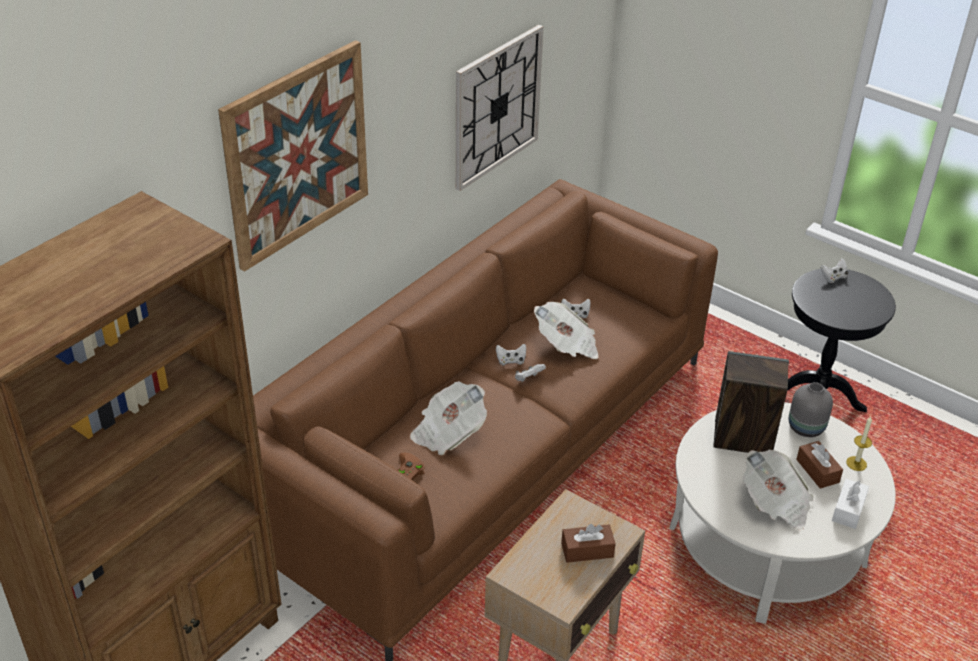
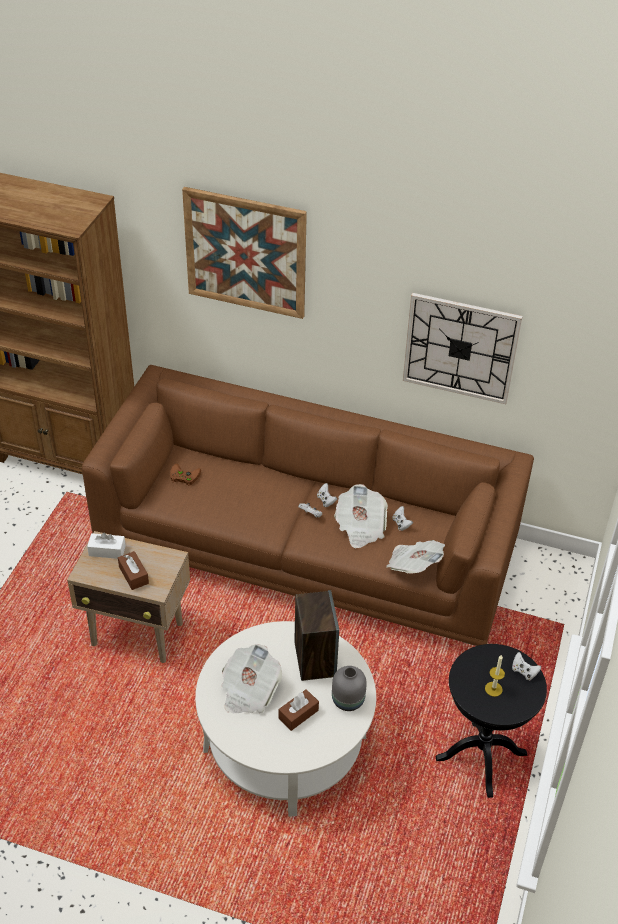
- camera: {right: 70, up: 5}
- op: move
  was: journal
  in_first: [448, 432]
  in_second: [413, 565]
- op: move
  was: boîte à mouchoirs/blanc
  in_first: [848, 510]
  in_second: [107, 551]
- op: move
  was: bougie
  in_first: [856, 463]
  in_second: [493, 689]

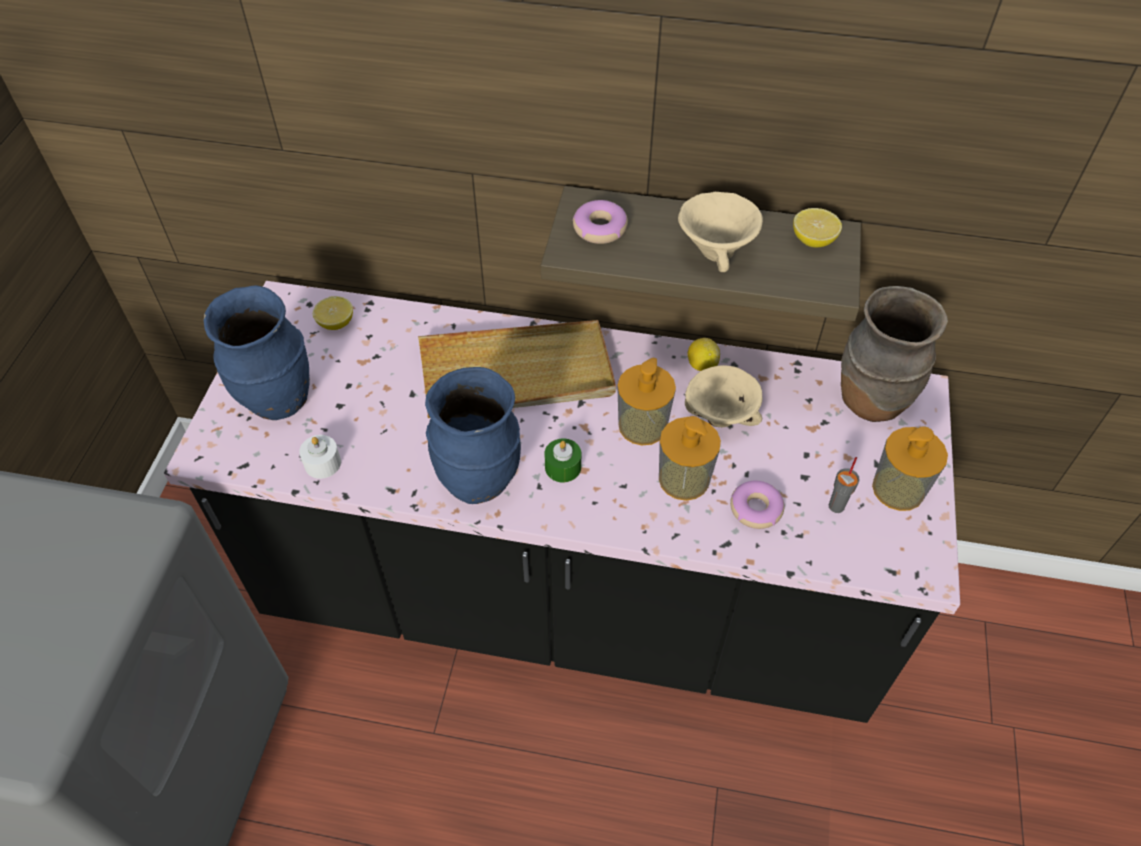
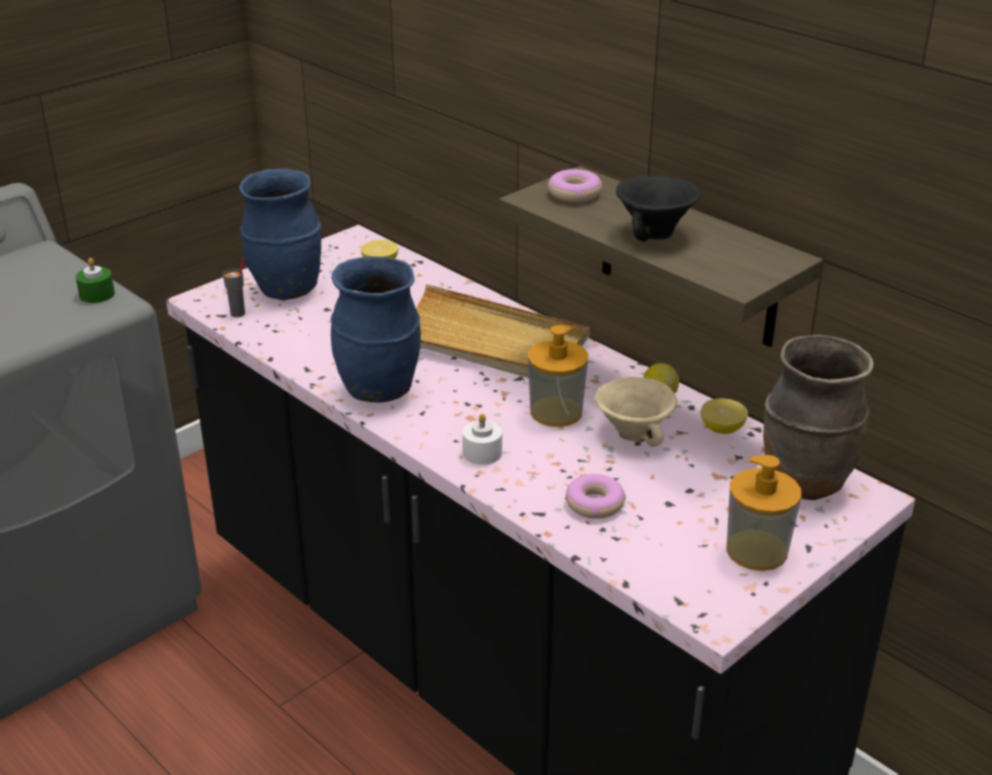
- camera: {right: 35, up: -20}
- op: delete
  was: distributeur de savon
  in_first: [684, 479]
- op: move
  was: bougie/blanc
  in_first: [322, 463]
  in_second: [482, 453]
- op: move
  was: bougie/vert
  in_first: [563, 467]
  in_second: [97, 294]
- op: move
  was: citron
  in_first: [813, 241]
  in_second: [722, 429]
- op: move
  was: tasse/gris
  in_first: [837, 506]
  in_second: [238, 313]
- op: recolor
  was: bol/beige
  now: bol/noir
  in_first: [716, 253]
  in_second: [655, 235]

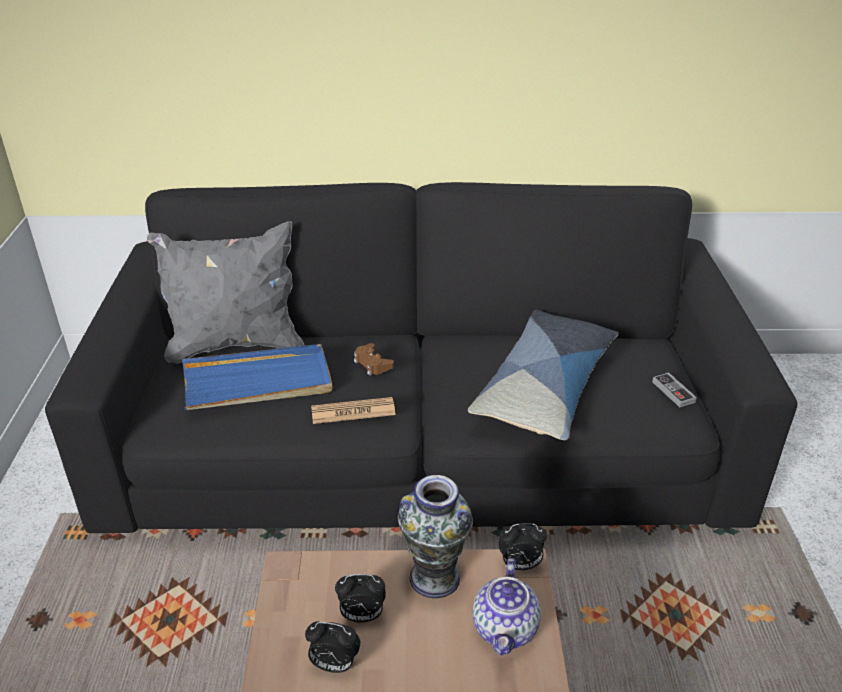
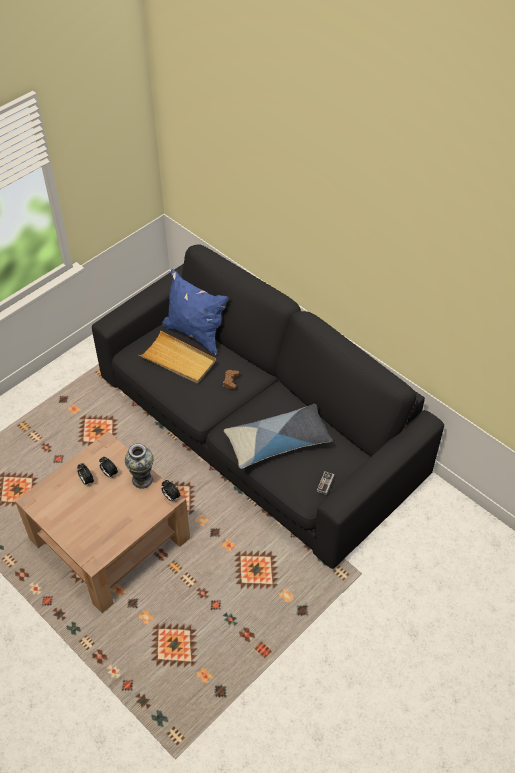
- camera: {right: 45, up: 15}
- op: delete
  was: journal
  in_first: [353, 411]
- op: delete
  was: théière
  in_first: [506, 629]
- op: recolor
  was: coussin/gris
  now: coussin/bleu
  in_first: [236, 345]
  in_second: [195, 334]
- op: recolor
  was: plateau/bleu
  now: plateau/beige
  in_first: [258, 382]
  in_second: [178, 360]

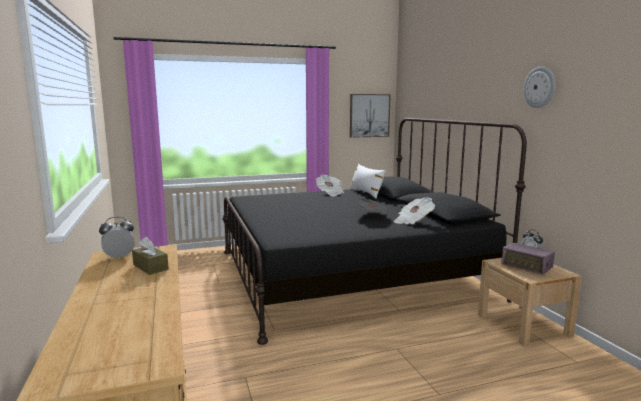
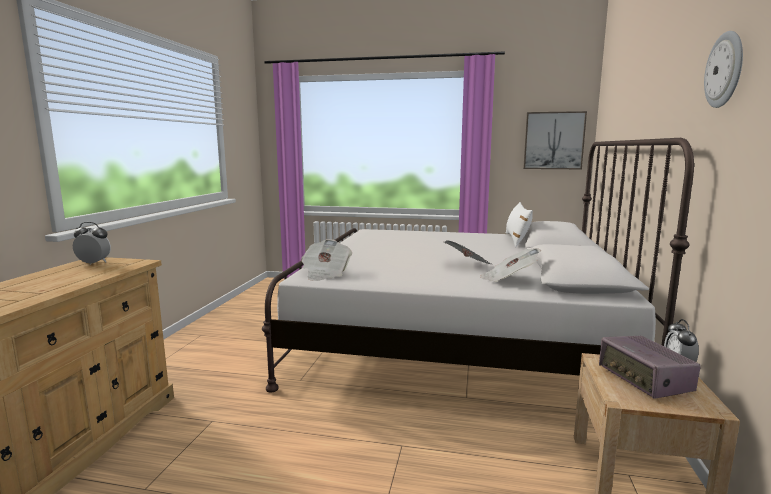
- camera: {right: 30, up: 0}
- op: delete
  was: boîte à mouchoirs/marron
  in_first: [150, 267]
- op: move
  was: journal
  in_first: [330, 193]
  in_second: [325, 274]
- op: recolor
  was: lit/noir
  now: lit/blanc
  in_first: [348, 274]
  in_second: [457, 338]

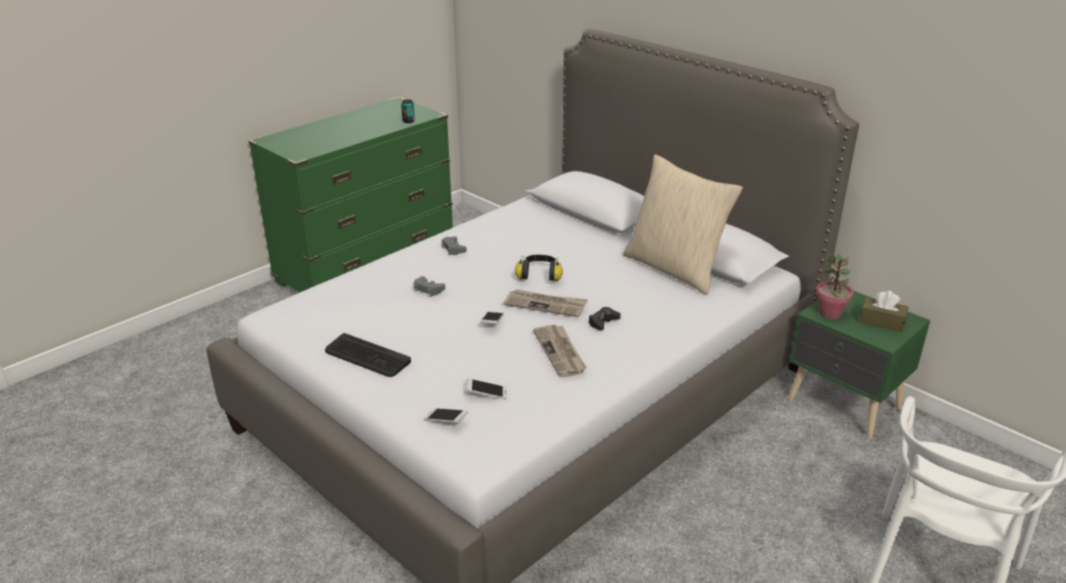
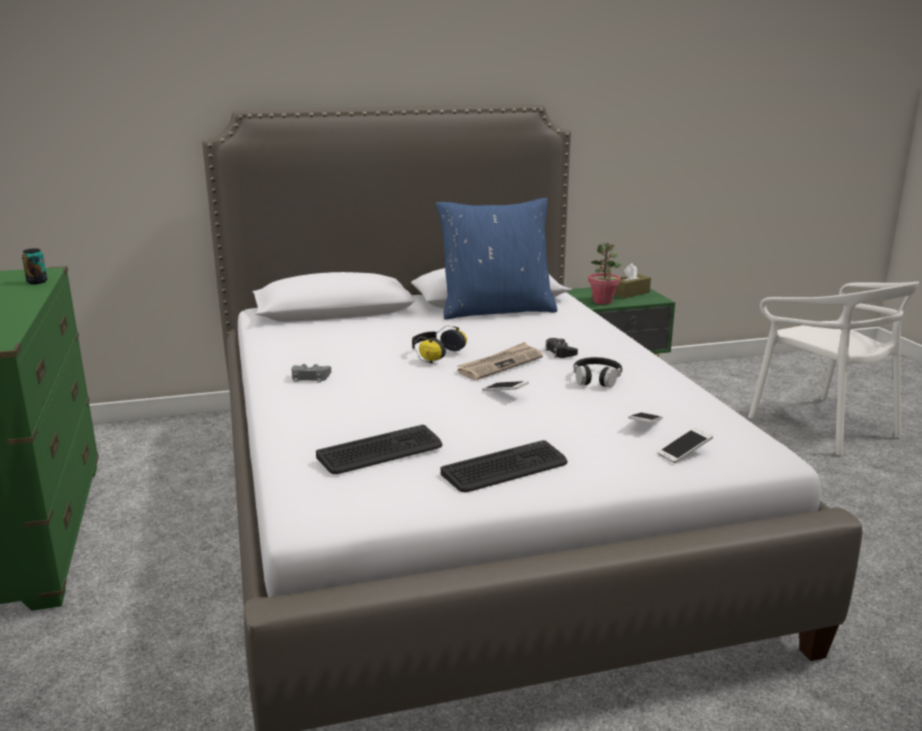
- camera: {right: -60, up: -10}
- op: delete
  was: manette/gris
  in_first: [428, 289]
- op: insert
  now: clavier
  in_second: [380, 451]
- op: replace
  was: journal
  now: casque audio/noir
  in_first: [560, 352]
  in_second: [596, 379]
- op: recolor
  was: coussin/beige
  now: coussin/bleu
  in_first: [675, 268]
  in_second: [496, 310]

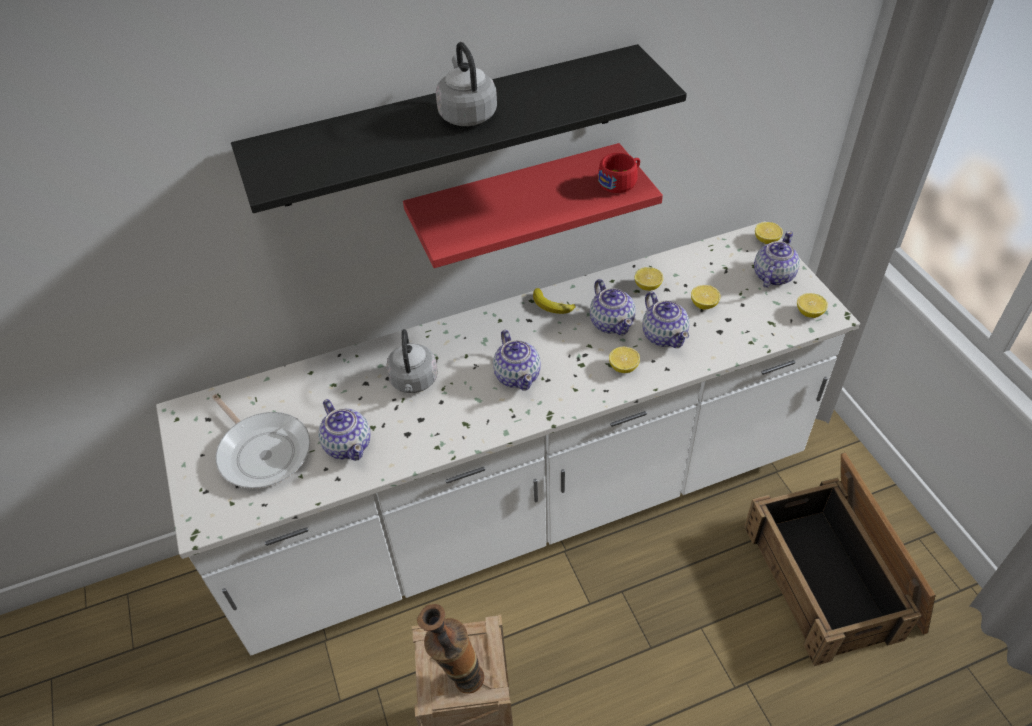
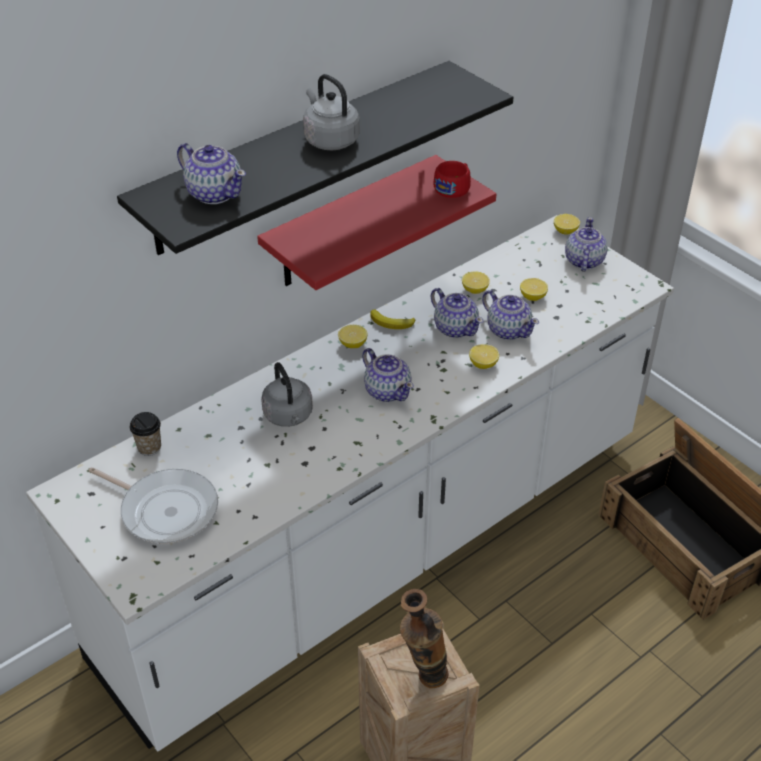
- camera: {right: -20, up: -5}
- op: insert
  now: tasse
  in_second: [149, 447]
- op: move
  was: théière
  in_first: [348, 444]
  in_second: [214, 193]
- op: move
  was: citron
  in_first: [809, 313]
  in_second: [352, 344]

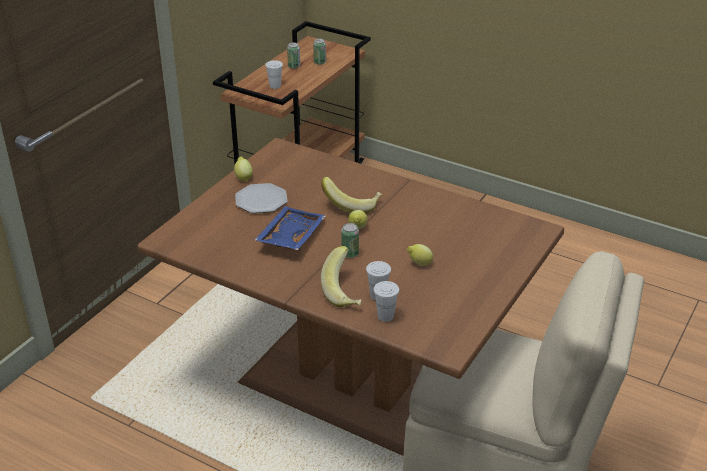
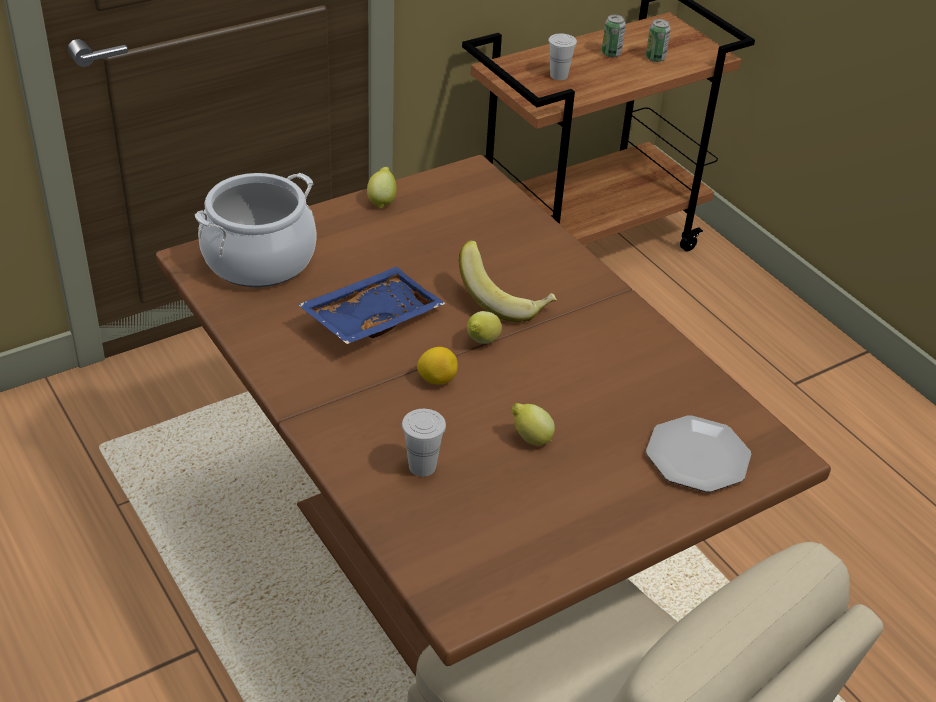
- camera: {right: 25, up: 5}
- op: delete
  was: banane
  in_first: [346, 292]
- op: delete
  was: tasse/blanc
  in_first: [385, 316]
- op: insert
  now: marmite
  in_second: [260, 259]
- op: move
  was: assiette
  in_first: [261, 200]
  in_second: [698, 456]
- op: replace
  was: boîte métallique
  now: citron
  in_first: [350, 253]
  in_second: [437, 379]

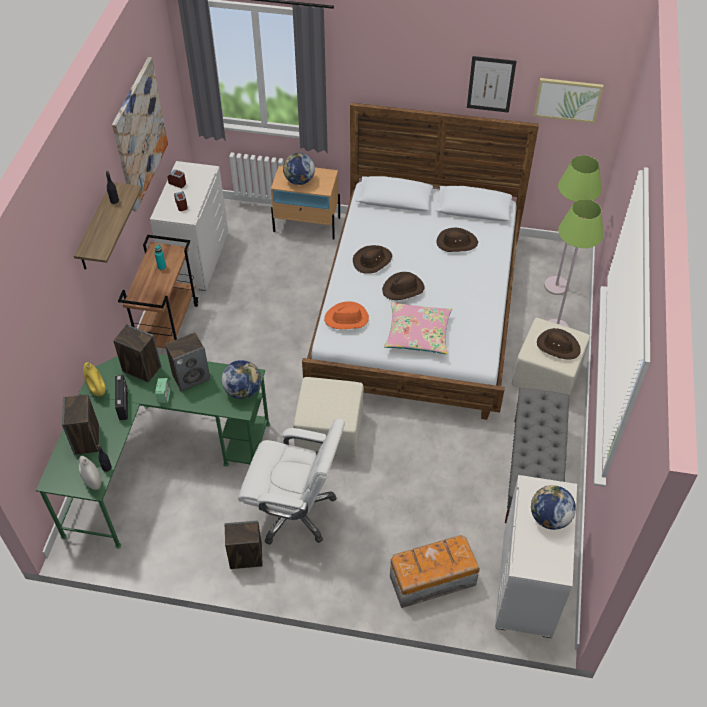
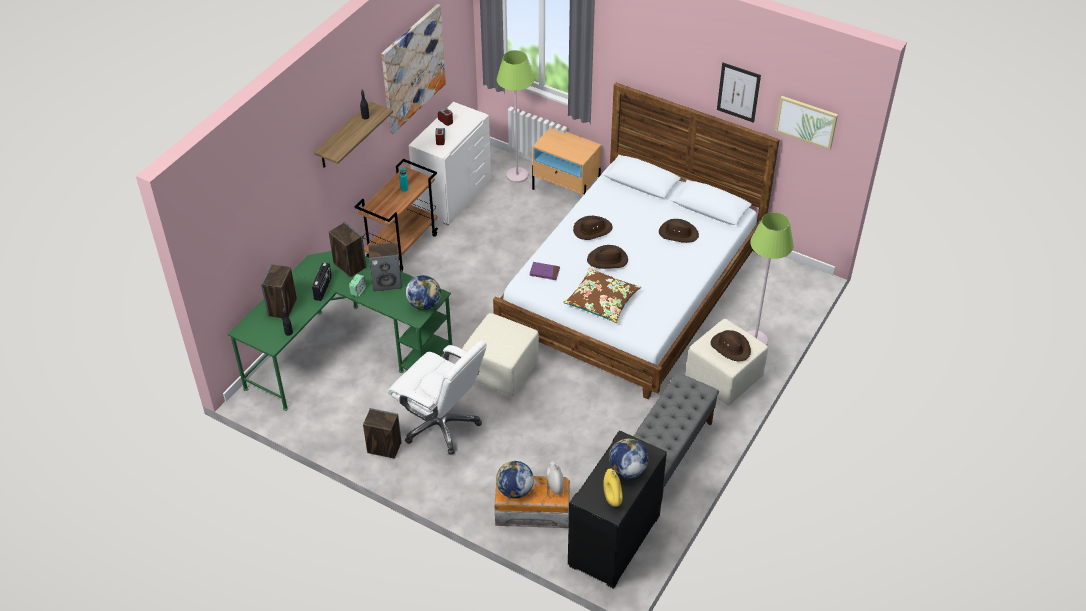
- camera: {right: 20, up: -5}
- op: move
  was: vase/blanc
  in_first: [92, 481]
  in_second: [555, 486]
- op: move
  was: vase/jaune
  in_first: [97, 389]
  in_second: [612, 498]
- op: move
  was: globe
  in_first: [299, 181]
  in_second: [514, 490]
- op: move
  was: lampadaire/vert
  in_first: [556, 286]
  in_second: [517, 175]
- op: replace
  was: chapeau/orange
  now: livre/violet
  in_first: [347, 319]
  in_second: [544, 272]
- op: recolor
  was: coussin/rose
  now: coussin/marron
  in_first: [418, 333]
  in_second: [602, 301]
- op: recolor
  was: commode/blanc
  now: commode/noir
  in_first: [528, 584]
  in_second: [615, 541]

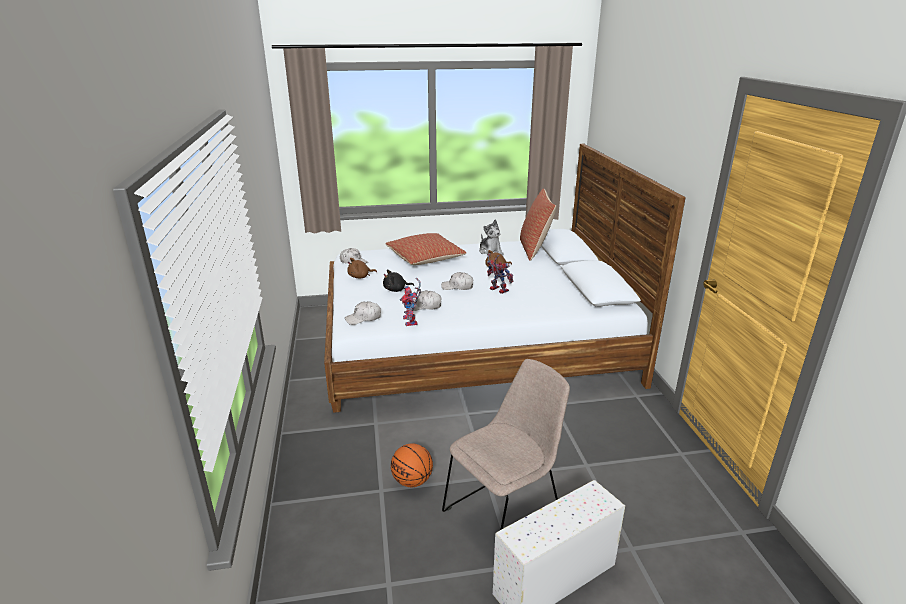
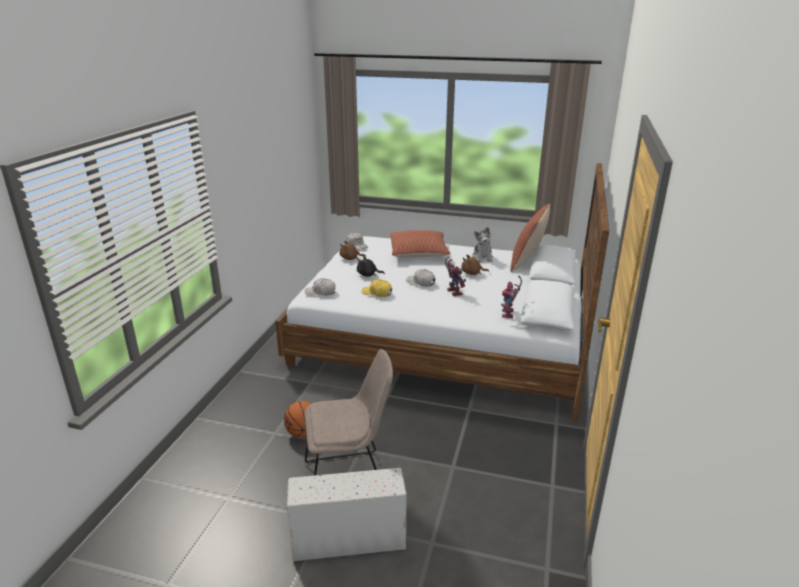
- camera: {right: 25, up: 0}
- op: move
  was: robot jouet
  in_first: [412, 322]
  in_second: [509, 315]
- op: recolor
  was: casquette/blanc
  now: casquette/jaune
  in_first: [424, 306]
  in_second: [377, 293]

